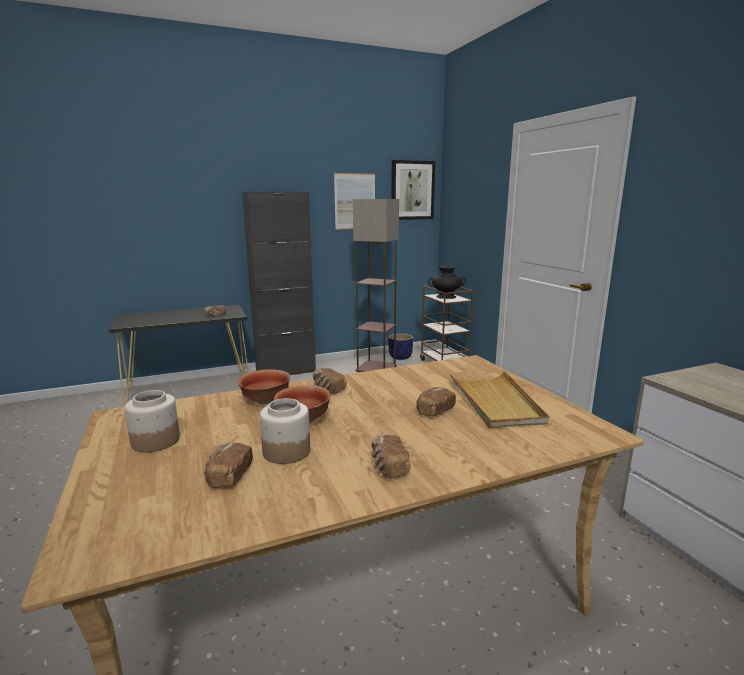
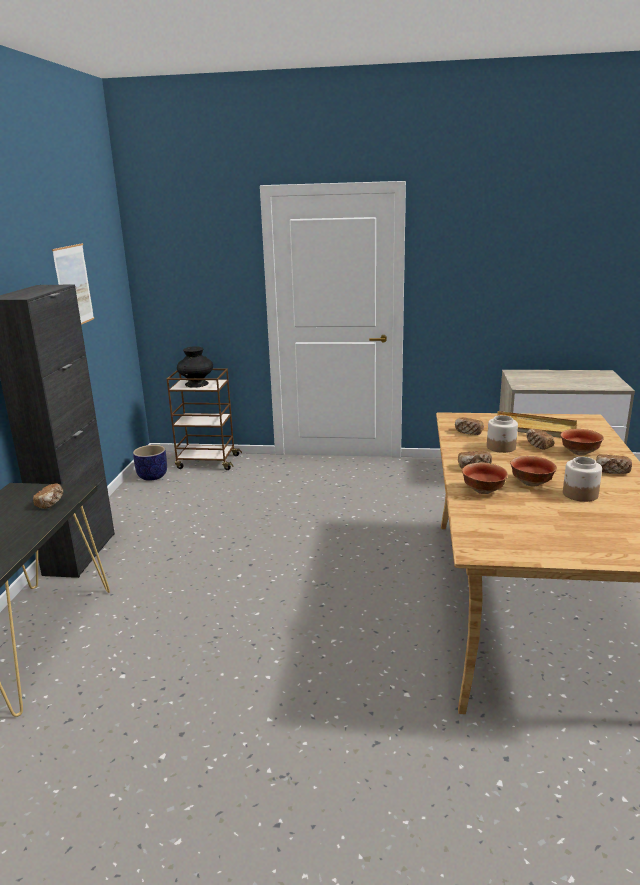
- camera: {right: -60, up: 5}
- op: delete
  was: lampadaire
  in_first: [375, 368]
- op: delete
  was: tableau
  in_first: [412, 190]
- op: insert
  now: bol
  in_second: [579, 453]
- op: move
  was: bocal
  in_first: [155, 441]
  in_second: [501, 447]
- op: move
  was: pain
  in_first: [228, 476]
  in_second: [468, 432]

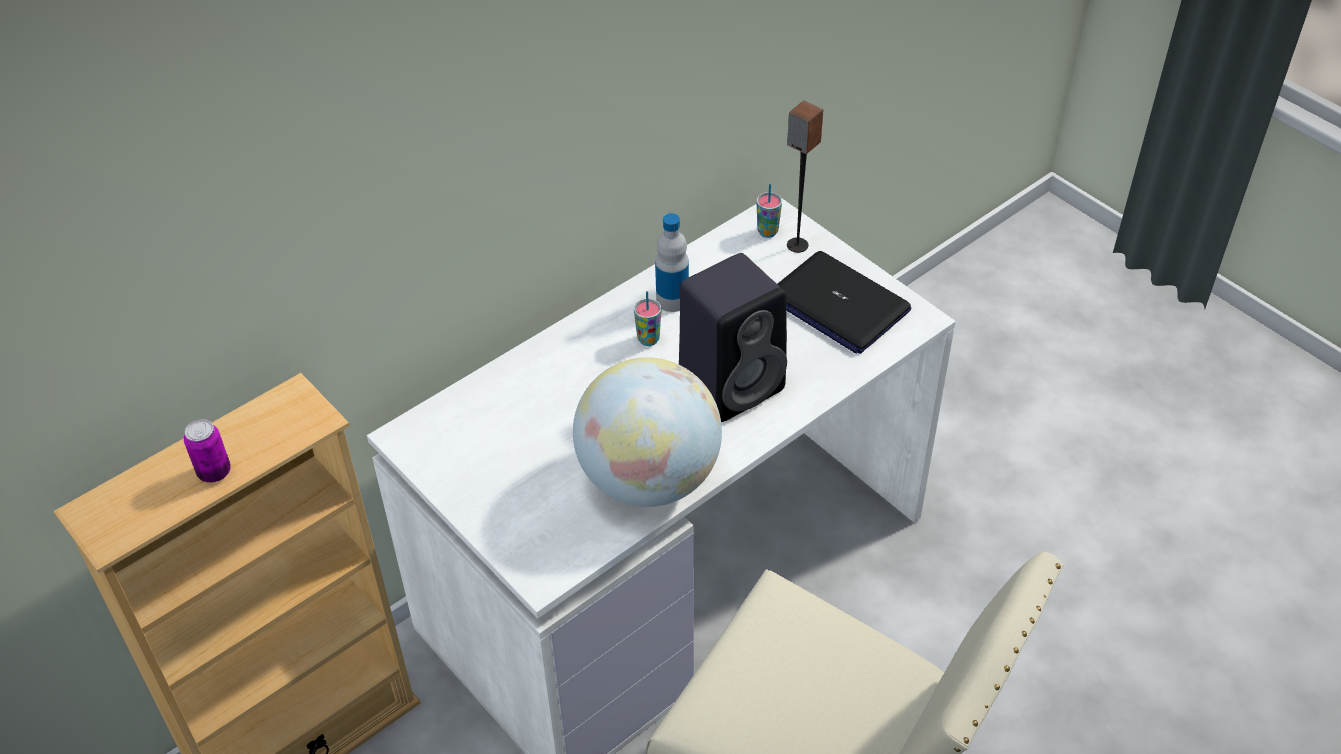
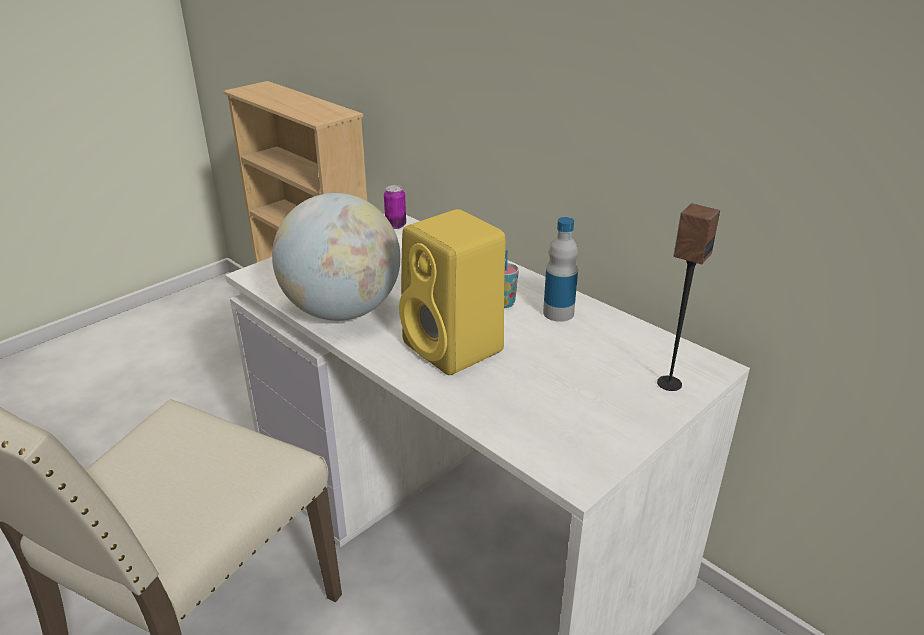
- camera: {right: 85, up: -15}
- op: delete
  was: tasse
  in_first: [767, 232]
- op: delete
  was: ordinateur portable
  in_first: [837, 304]
- op: move
  was: boîte métallique
  in_first: [214, 472]
  in_second: [396, 225]
- op: recolor
  was: enceinte/noir
  now: enceinte/jaune
  in_first: [733, 383]
  in_second: [455, 348]

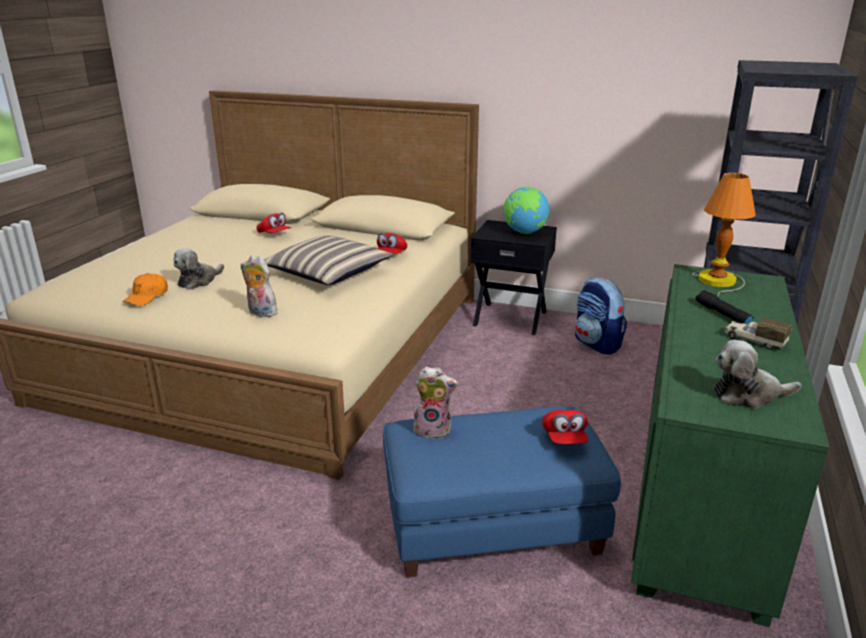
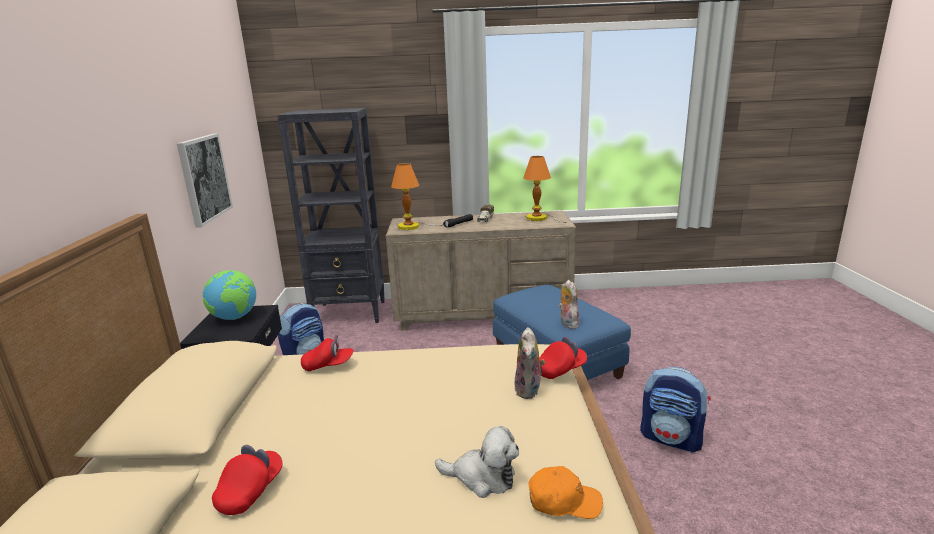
- camera: {right: -110, up: -5}
- op: delete
  was: coussin
  in_first: [328, 272]
- op: insert
  now: tableau
  in_second: [204, 178]
- op: insert
  now: sac à dos
  in_second: [671, 438]
- op: move
  was: casquette/rouge
  in_first: [564, 438]
  in_second: [560, 370]
- op: replace
  was: peluche
  now: lampe de table
  in_first: [748, 395]
  in_second: [539, 218]
- op: recolor
  was: commode/vert
  now: commode/beige
  in_first: [700, 496]
  in_second: [482, 314]

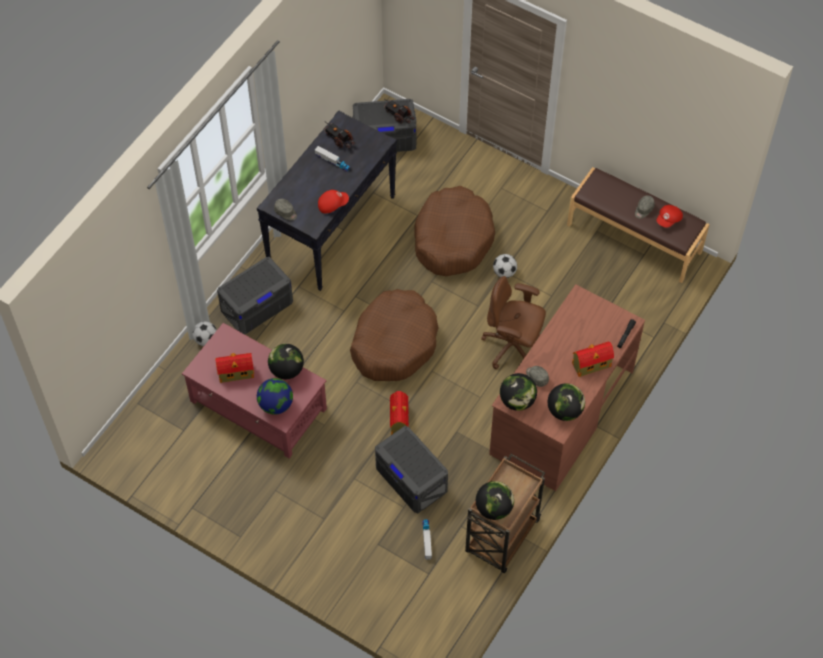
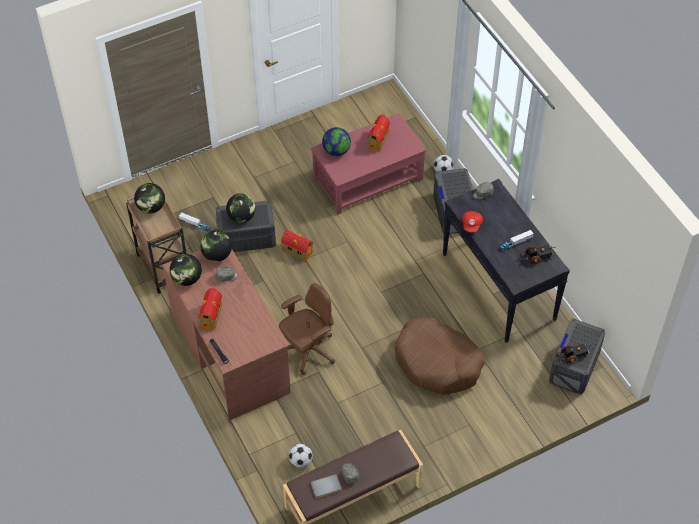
- camera: {right: 120, up: -5}
- op: delete
  was: panier pour chien/marron
  in_first: [394, 342]
- op: move
  was: globe
  in_first: [286, 370]
  in_second: [241, 217]
- op: move
  was: ballon de foot
  in_first: [504, 272]
  in_second: [300, 461]
- op: replace
  was: casquette/rouge
  now: livre/gris
  in_first: [669, 220]
  in_second: [326, 487]

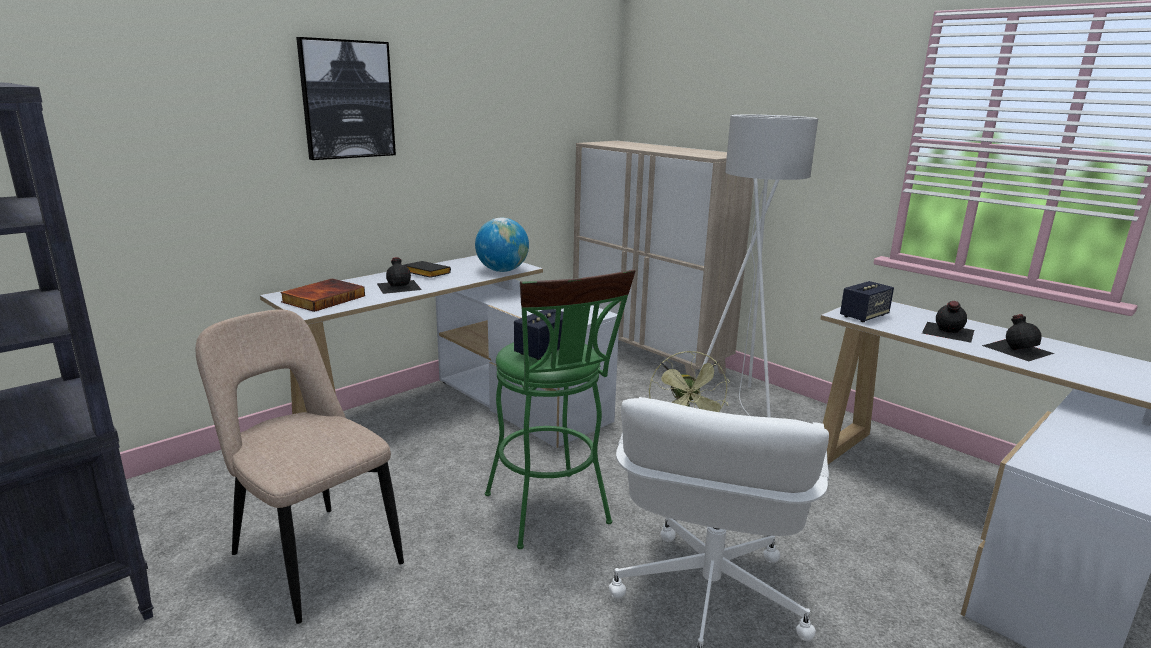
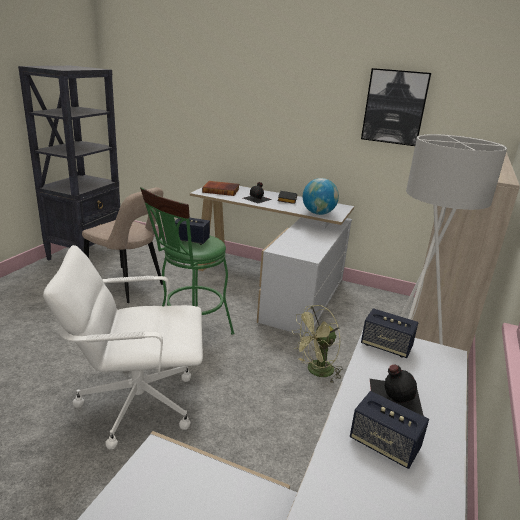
- camera: {right: 65, up: 5}
- op: move
  was: tableau
  in_first: [347, 99]
  in_second: [394, 107]
- op: replace
  was: bouteille/noir
  now: enceinte
  in_first: [1017, 349]
  in_second: [384, 445]
- op: rotate
  was: chaise/beige
  in_first: [312, 556]
  in_second: [127, 285]
  clockwise: 105

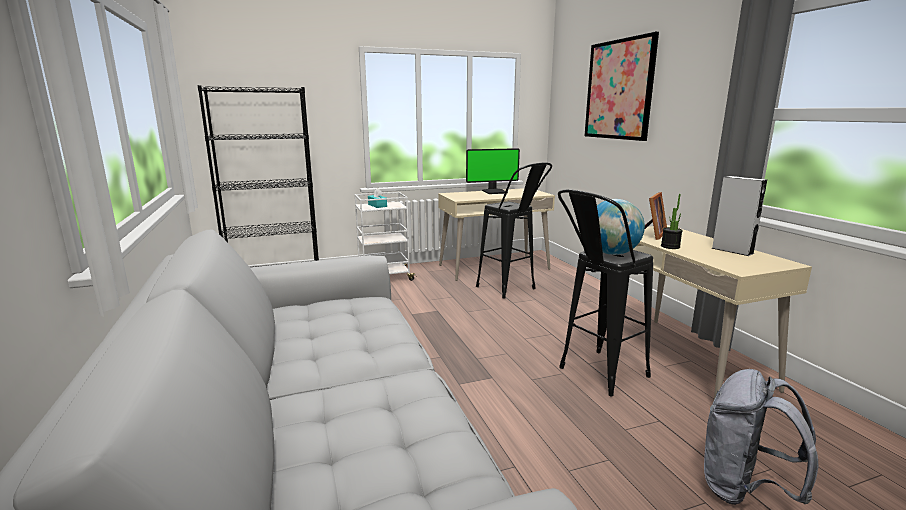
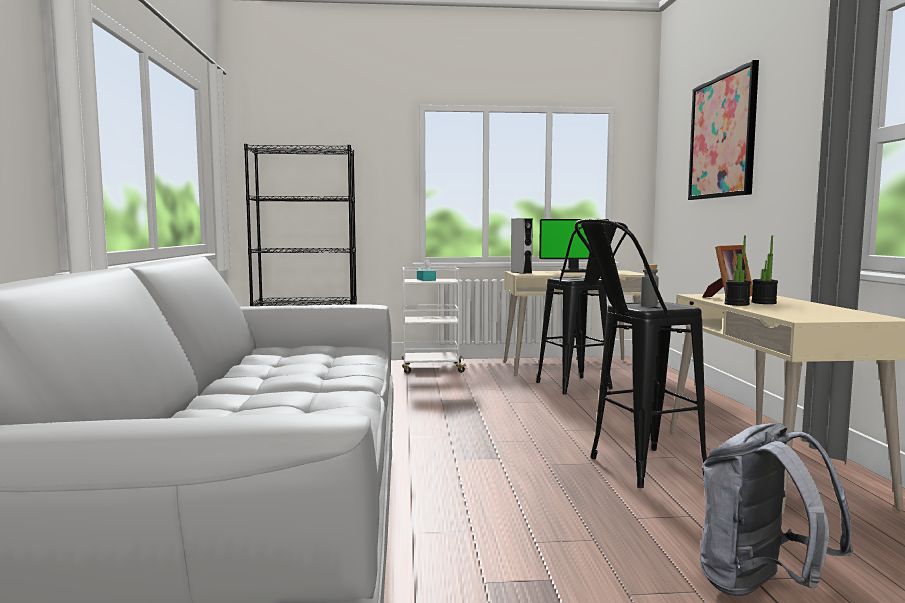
- camera: {right: 15, up: -10}
- op: insert
  now: plante en pot
  in_second: [763, 303]
- op: move
  was: enceinte/gris
  in_first: [732, 250]
  in_second: [521, 272]
- op: replace
  was: globe
  now: bouteille/gris
  in_first: [612, 253]
  in_second: [649, 306]

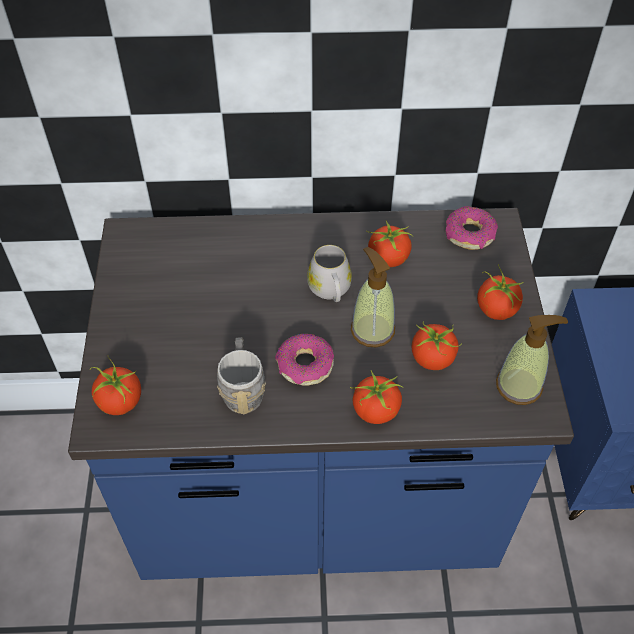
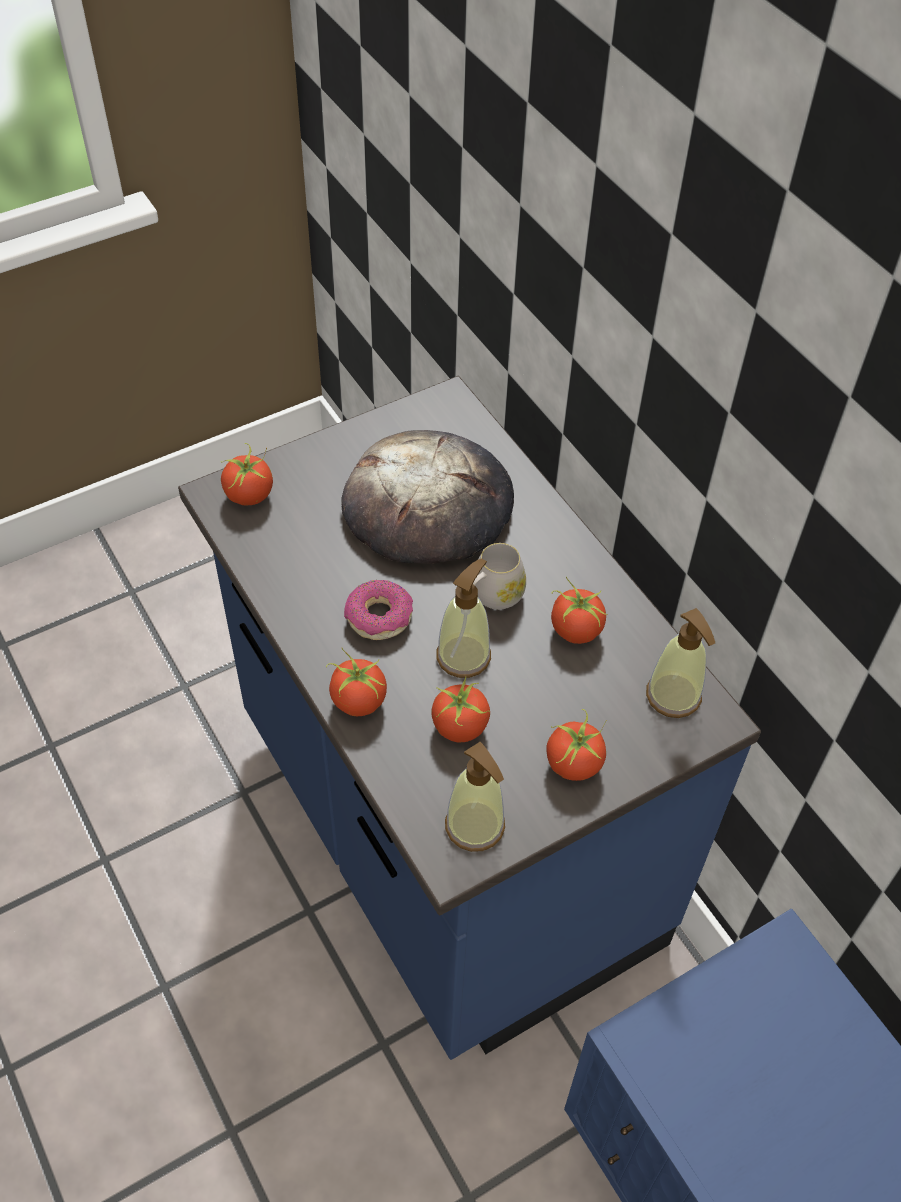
- camera: {right: 60, up: 0}
- op: delete
  was: mug/gris
  in_first: [243, 389]
- op: insert
  now: pain
  in_second: [429, 505]
- op: replace
  was: beignet
  now: distributeur de savon
  in_first: [470, 235]
  in_second: [673, 696]

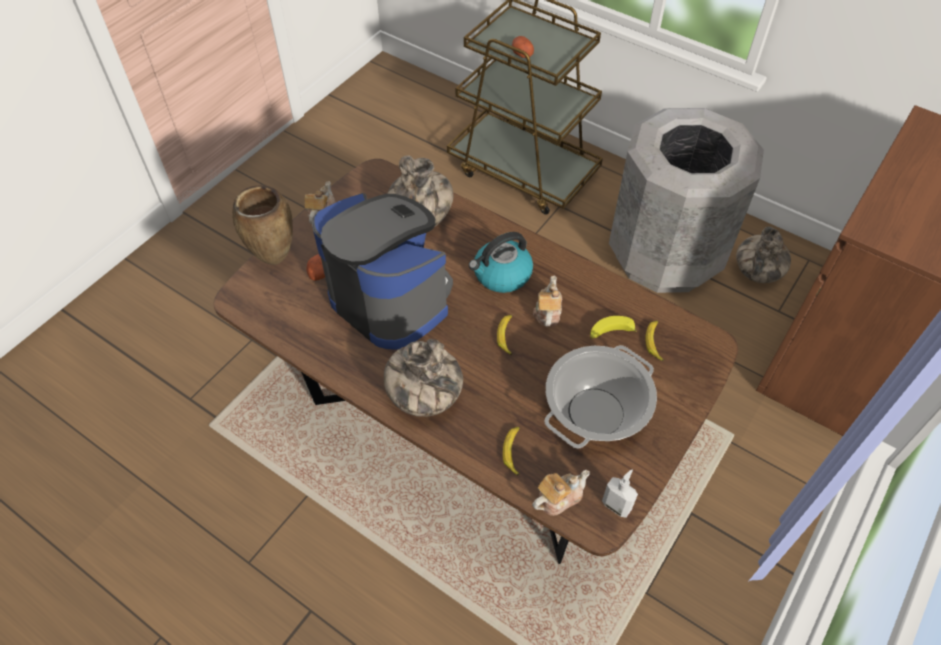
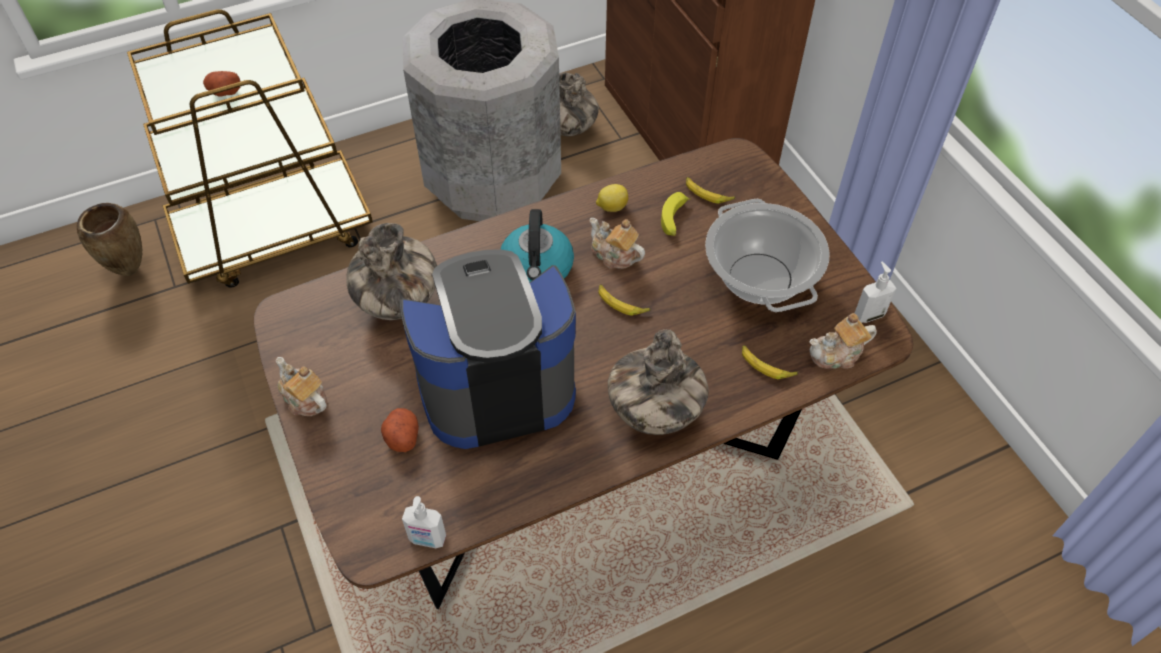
- camera: {right: -60, up: 0}
- op: insert
  now: distributeur de savon
  in_second: [427, 539]
- op: insert
  now: citron
  in_second: [611, 207]
- op: move
  was: vase/marron
  in_first: [274, 260]
  in_second: [130, 272]
- op: rotate
  was: théière
  in_first: [558, 497]
  in_second: [837, 354]
  clockwise: -105

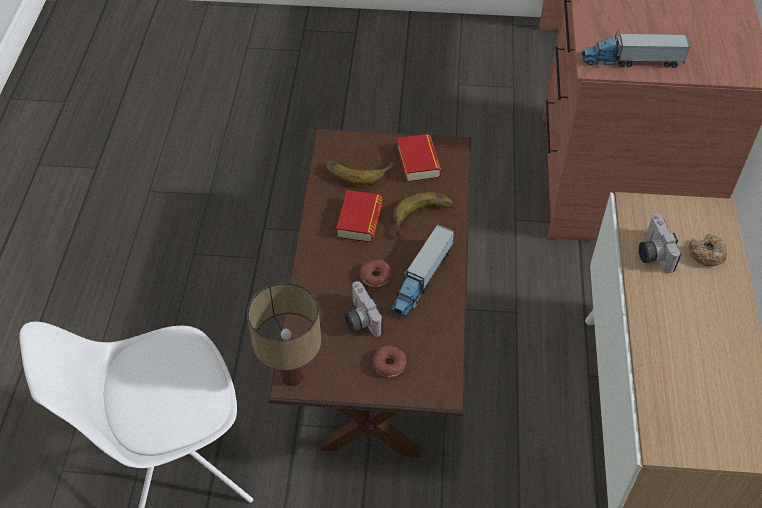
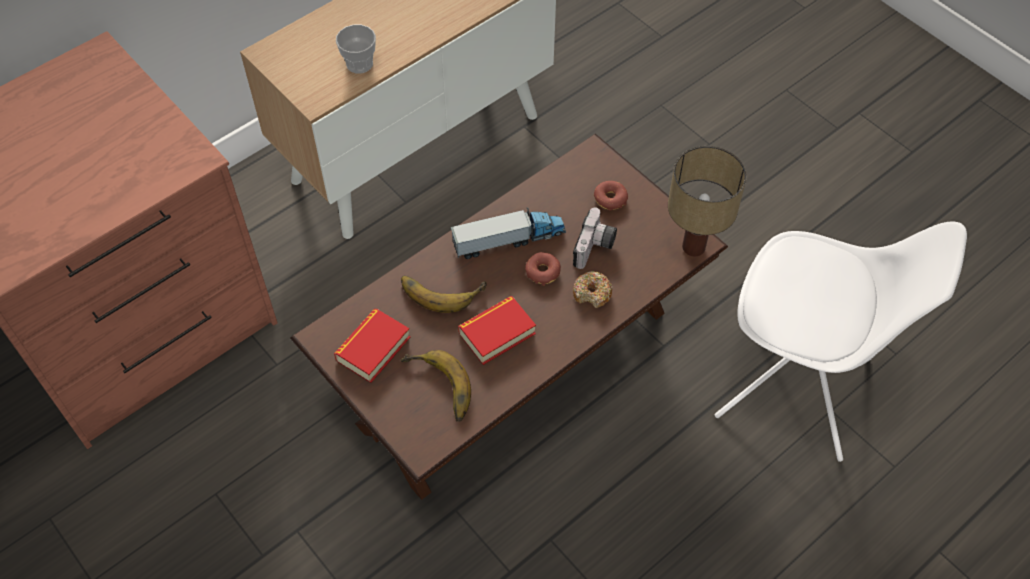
- camera: {right: -135, up: 5}
- op: delete
  was: camion jouet
  in_first: [632, 61]
- op: move
  was: beignet
  in_first: [706, 254]
  in_second: [592, 293]
- op: replace
  was: appareil photo
  now: tasse
  in_first: [652, 253]
  in_second: [359, 64]

